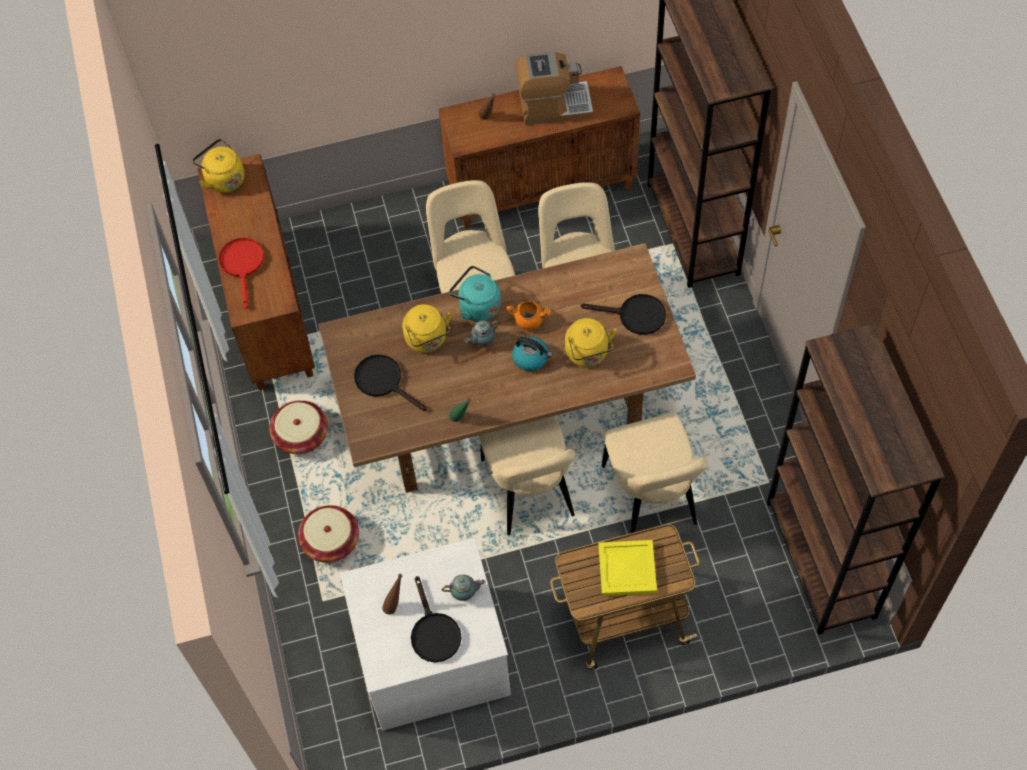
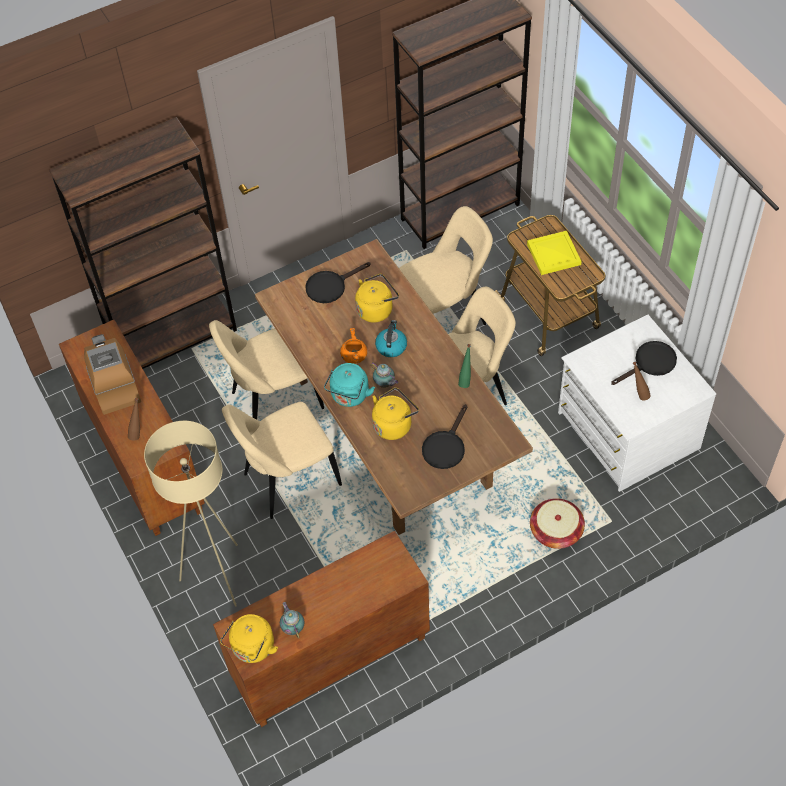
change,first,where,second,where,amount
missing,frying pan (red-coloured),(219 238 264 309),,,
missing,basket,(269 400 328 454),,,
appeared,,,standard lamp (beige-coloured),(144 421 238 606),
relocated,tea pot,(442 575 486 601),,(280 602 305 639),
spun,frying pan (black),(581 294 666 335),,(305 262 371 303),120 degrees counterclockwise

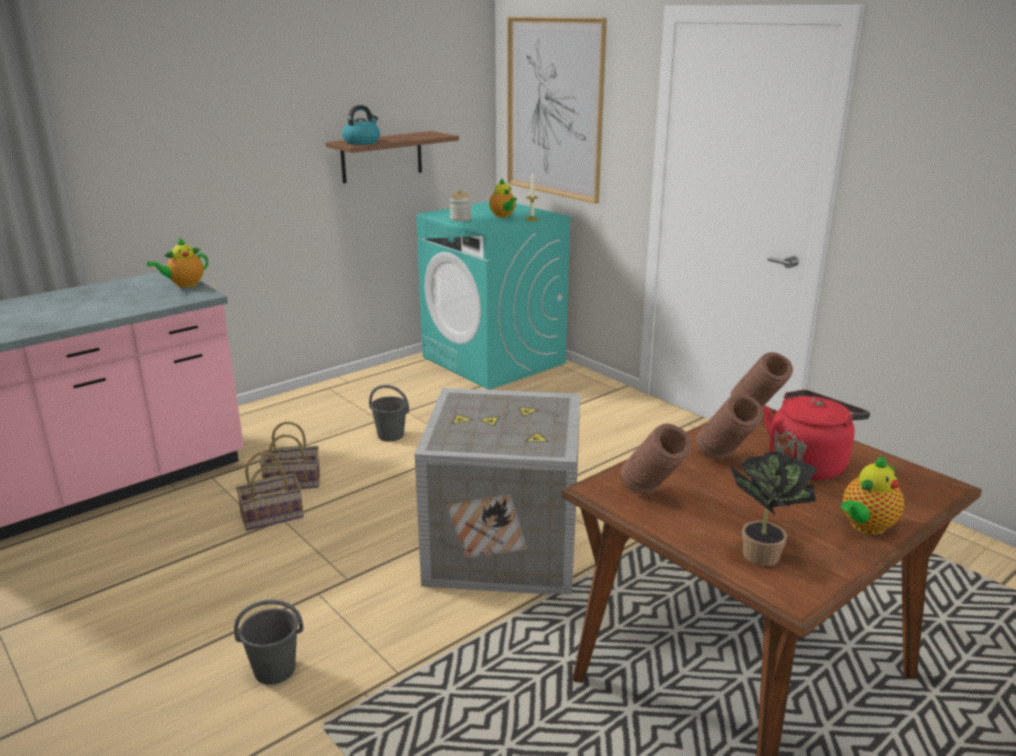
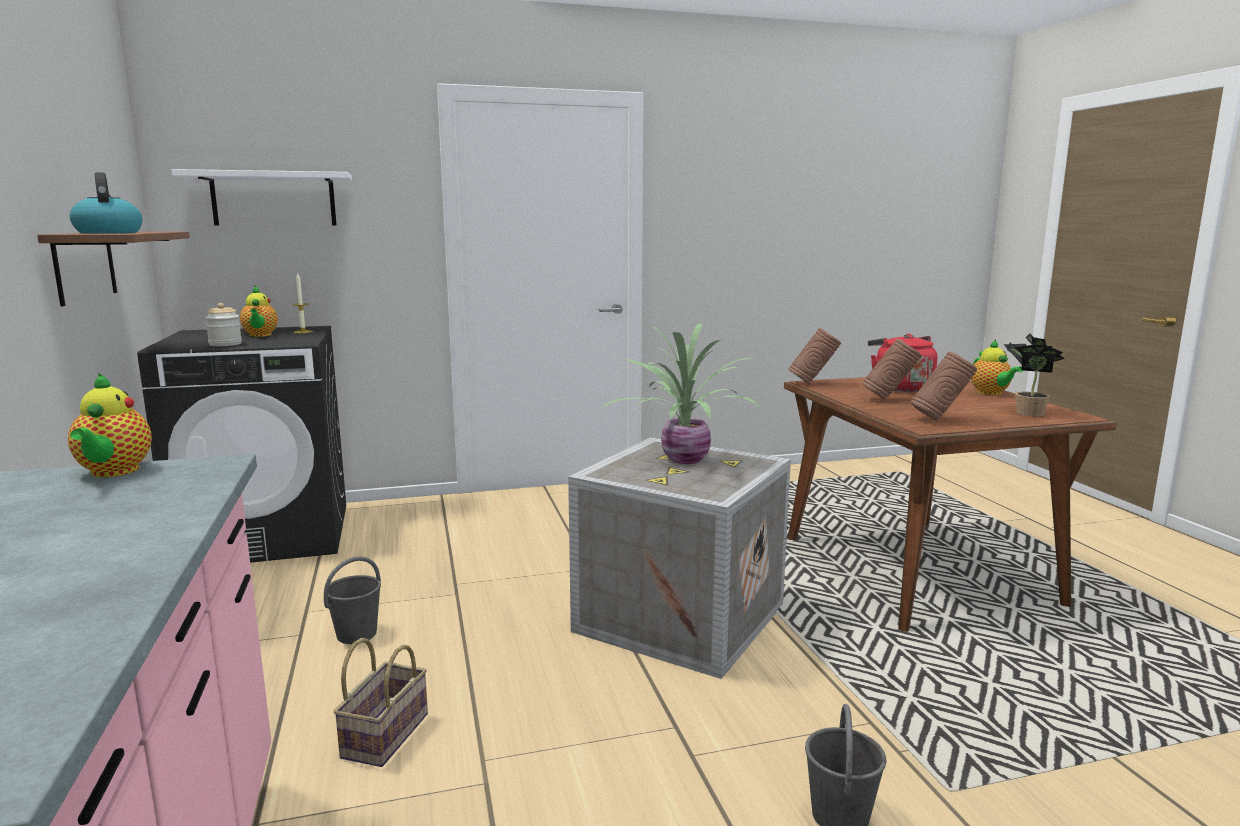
change,first,where,second,where,amount
missing,basket,(236 452 304 531),,,
appeared,,,potted plant,(600 323 761 464),
exchanged,wall art,(507 17 607 204),bracket shelf (white),(172 169 352 226),
colour,laundry appliance (turquoise),(416 201 573 390),laundry appliance (black),(137 326 346 563),
spun,tea pot,(489 178 517 218),,(240 286 278 337),75 degrees clockwise

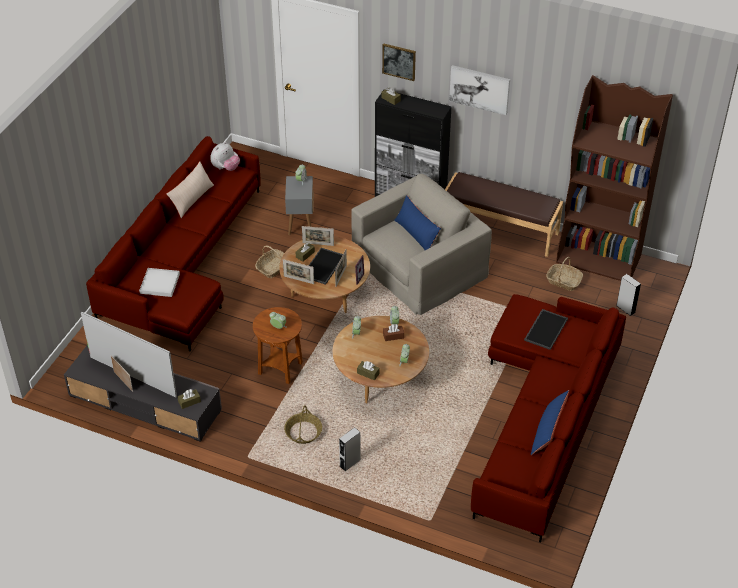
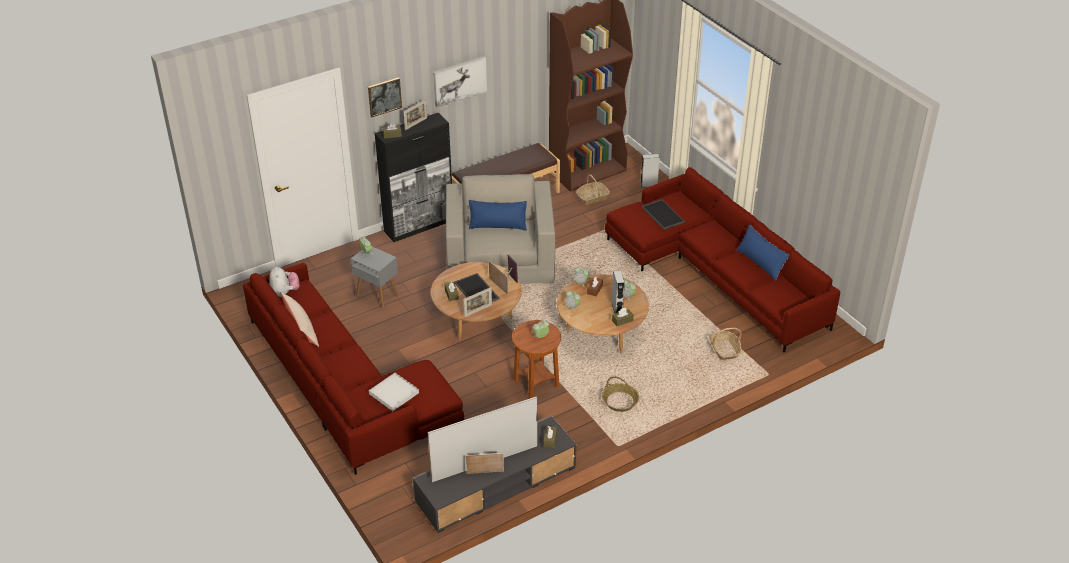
change,first,where,second,where,amount
relocated,basket,(255 245 284 278),,(709 328 742 360),
relocated,picture frame,(302 226 334 246),,(404 99 427 130),
relocated,audio speaker (grey),(339 427 361 471),,(611 270 625 314),

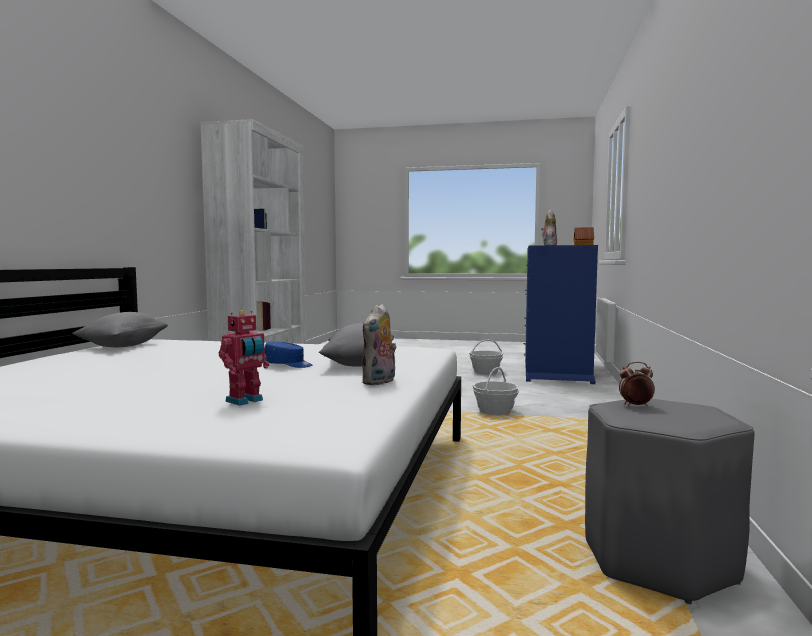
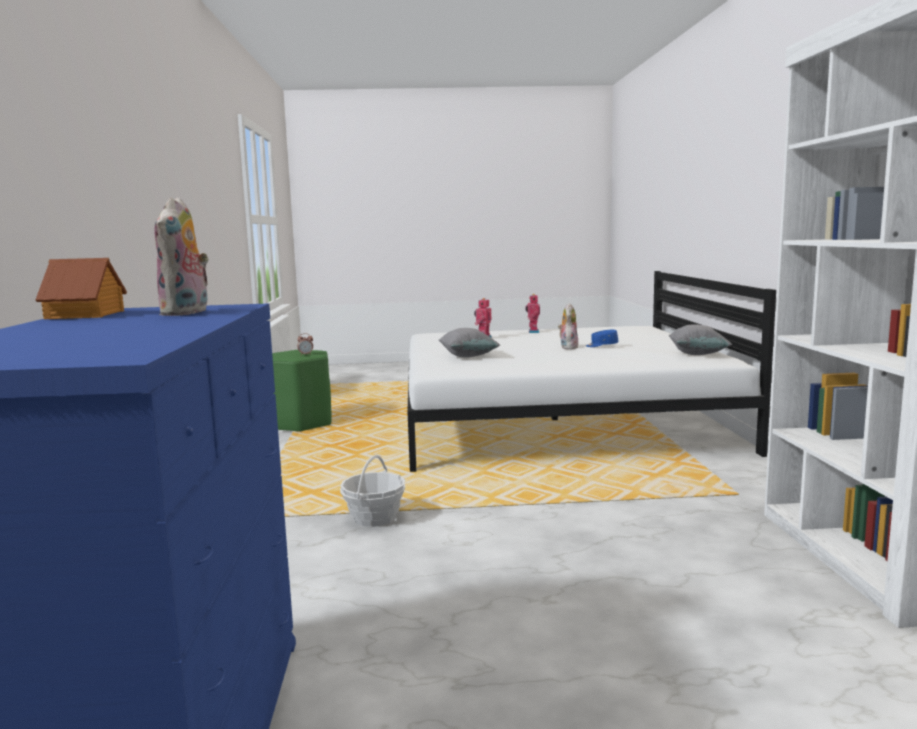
change,first,where,second,where,amount
missing,basket,(469 339 503 375),,,
appeared,,,toy robot,(525 294 540 333),
relocated,cap (blue-coloured),(264 341 312 368),,(586 330 618 347),
relocated,soft toy,(361 304 397 385),,(558 303 578 349),
colour,sitting stool (grey),(585 399 755 604),sitting stool (greenish),(272 350 331 432),

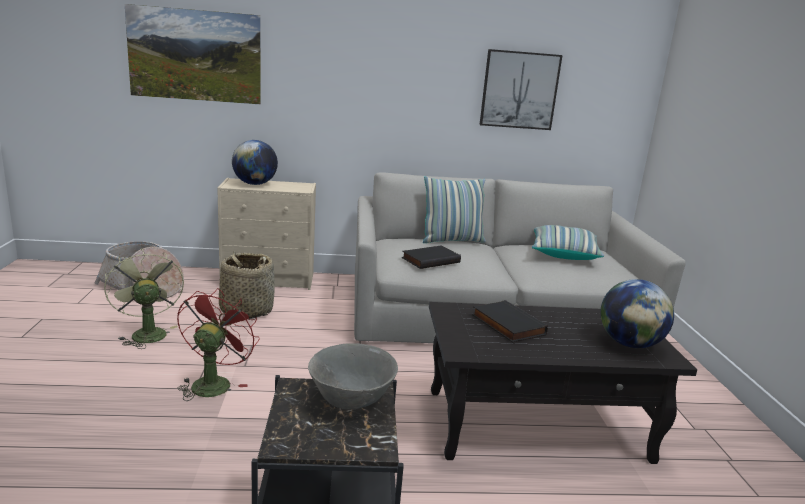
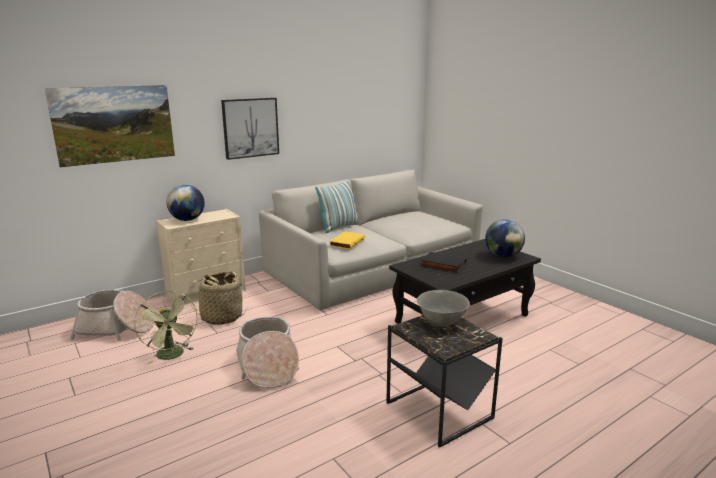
change,first,where,second,where,amount
missing,throw pillow,(532 225 604 260),,,
relocated,wall art,(480 49 563 130),,(221 98 279 160),
exchanged,electric fan (red-coloured),(177 288 260 401),basket,(236 317 299 388),
colour,book (black),(402 245 461 269),book (yellowish),(329 231 365 250),
spun,electric fan (greenish),(104 249 184 349),,(134 291 199 364),150 degrees counterclockwise

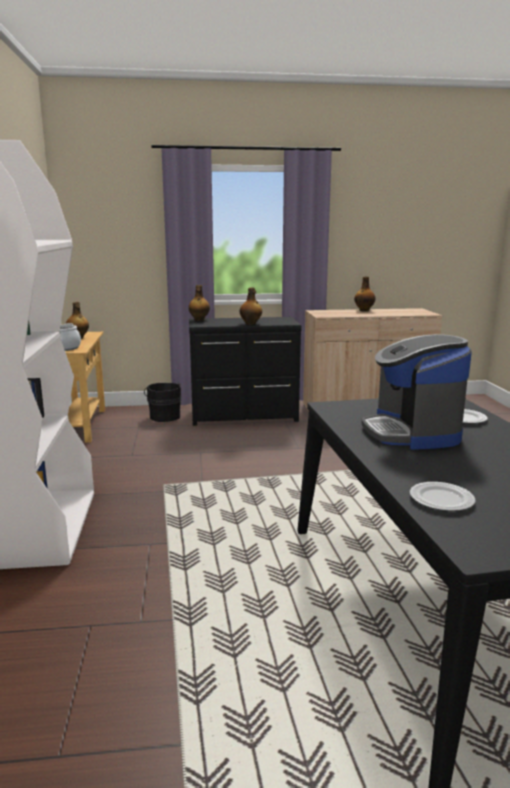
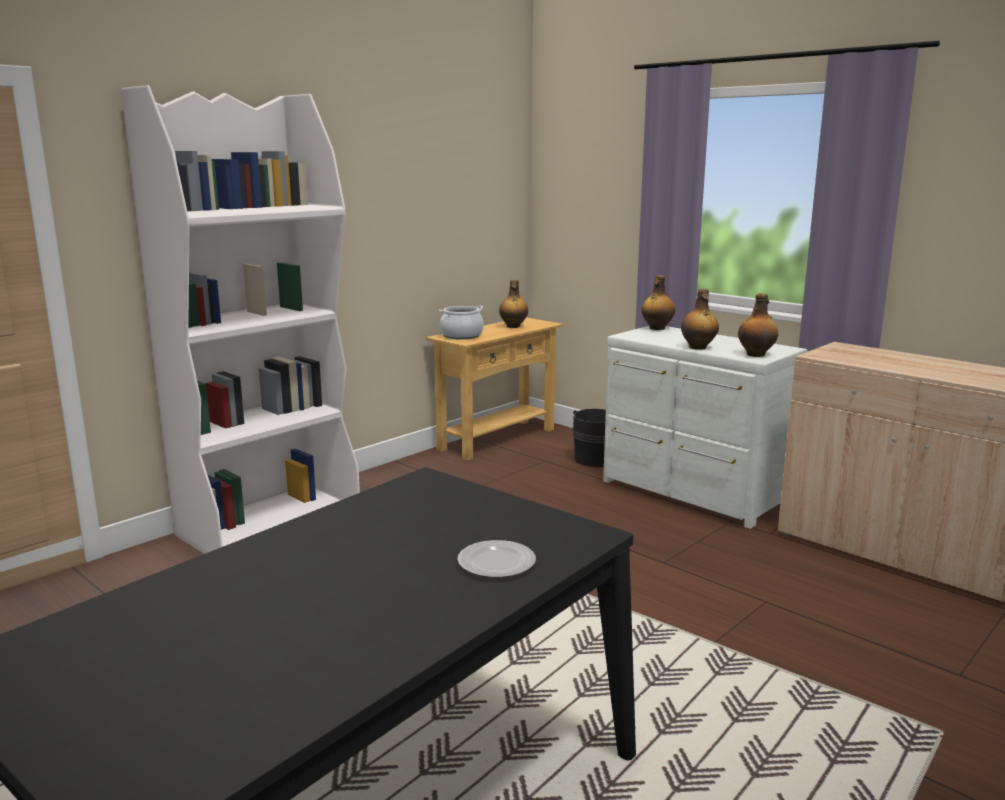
change,first,where,second,where,amount
missing,coffee maker,(362 334 472 450),,,
missing,dinner plate,(410 482 476 511),,,
relocated,drink bottle,(354 277 376 311),,(738 293 778 357),
colour,drawer chest (black),(189 317 302 426),drawer chest (white),(603 326 807 529),

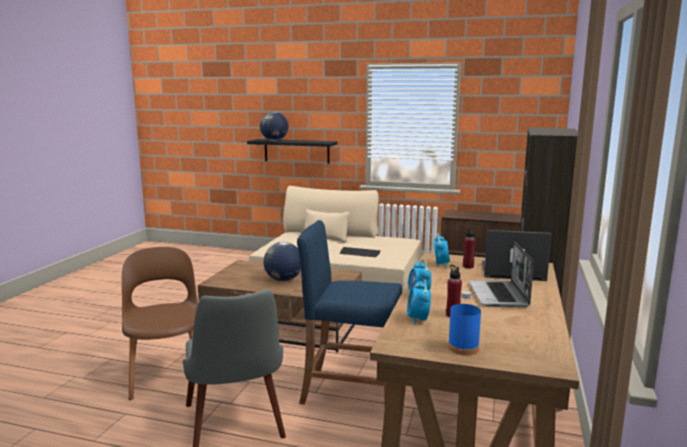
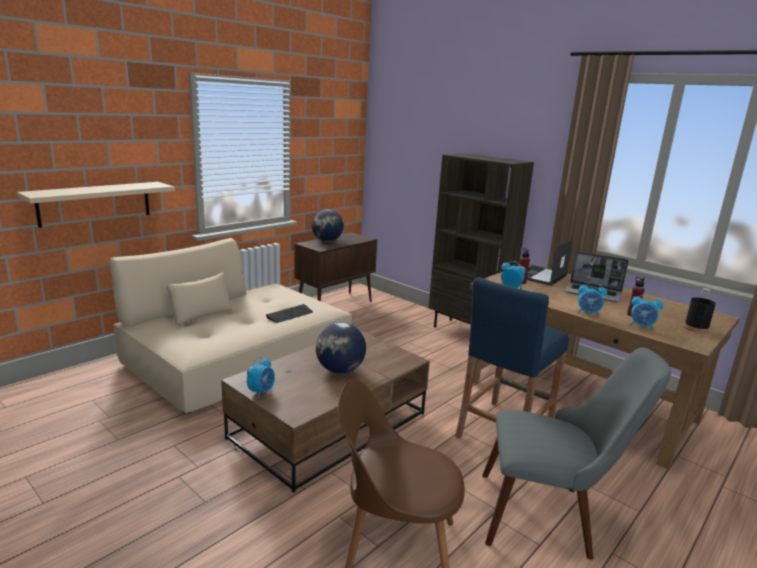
change,first,where,second,where,amount
appeared,,,alarm clock,(247 357 275 398),
relocated,world globe,(260 112 288 141),,(312 209 344 242),
colour,bracket shelf (black),(247 139 337 164),bracket shelf (beige-coloured),(17 182 175 228),
colour,drink bottle (blue-coloured),(448 291 481 355),drink bottle (black),(684 288 716 333),

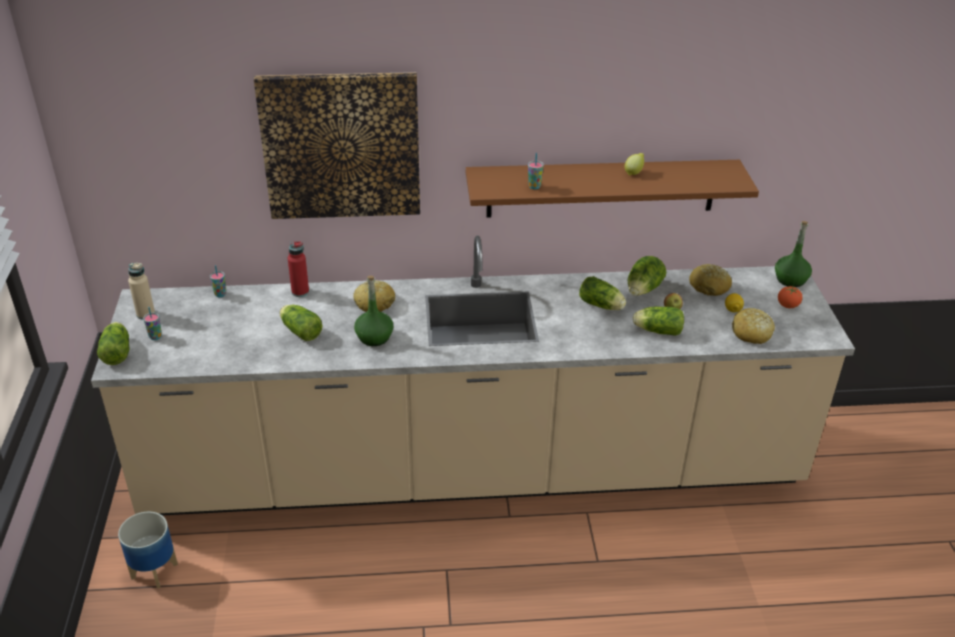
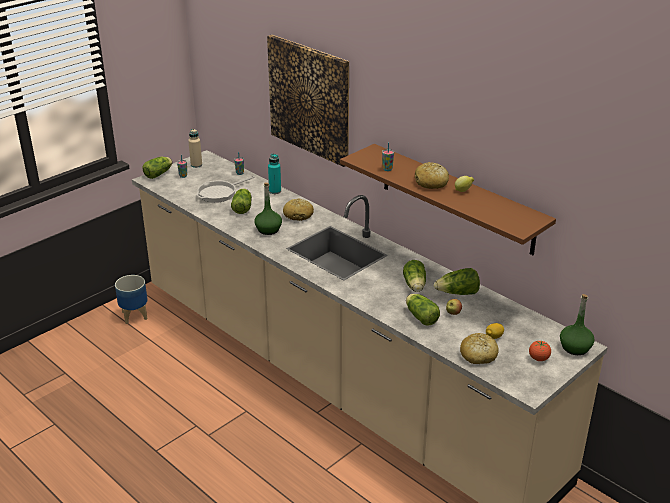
change,first,where,second,where,amount
appeared,,,frying pan,(196 176 255 203),
relocated,bakery bread,(689 264 732 296),,(415 162 449 189),
colour,drink bottle (red-coloured),(288 241 309 297),drink bottle (turquoise),(268 154 281 194),

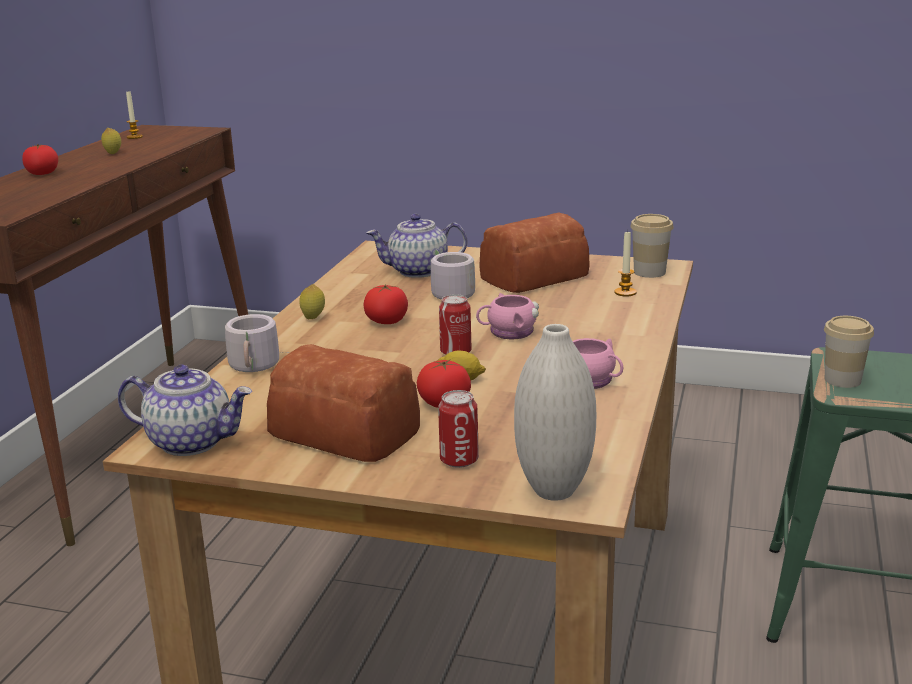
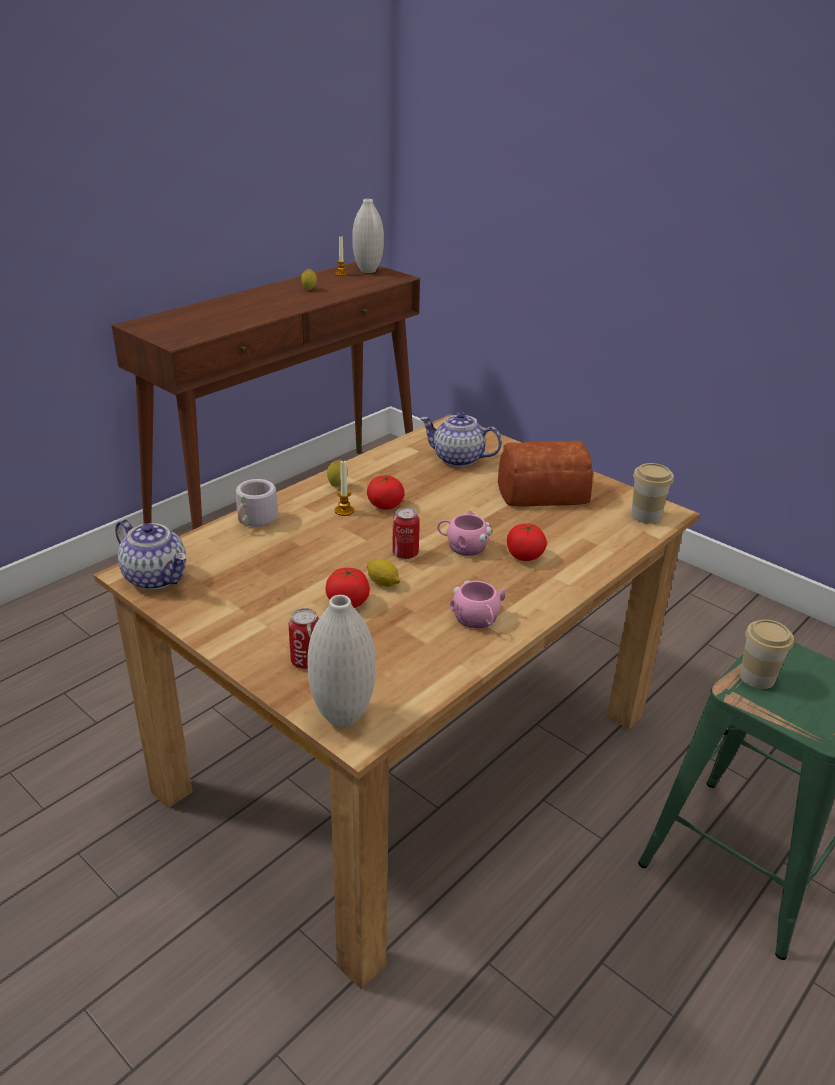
change,first,where,second,where,amount
missing,bakery bread,(267 344 420 462),,,
missing,tea mug (grey),(431 249 475 300),,,
appeared,,,flower vase (white),(352 199 384 273),
relocated,fresh tomato,(22 144 58 175),,(507 523 547 561),
relocated,wax light,(614 230 637 297),,(335 460 354 516),

